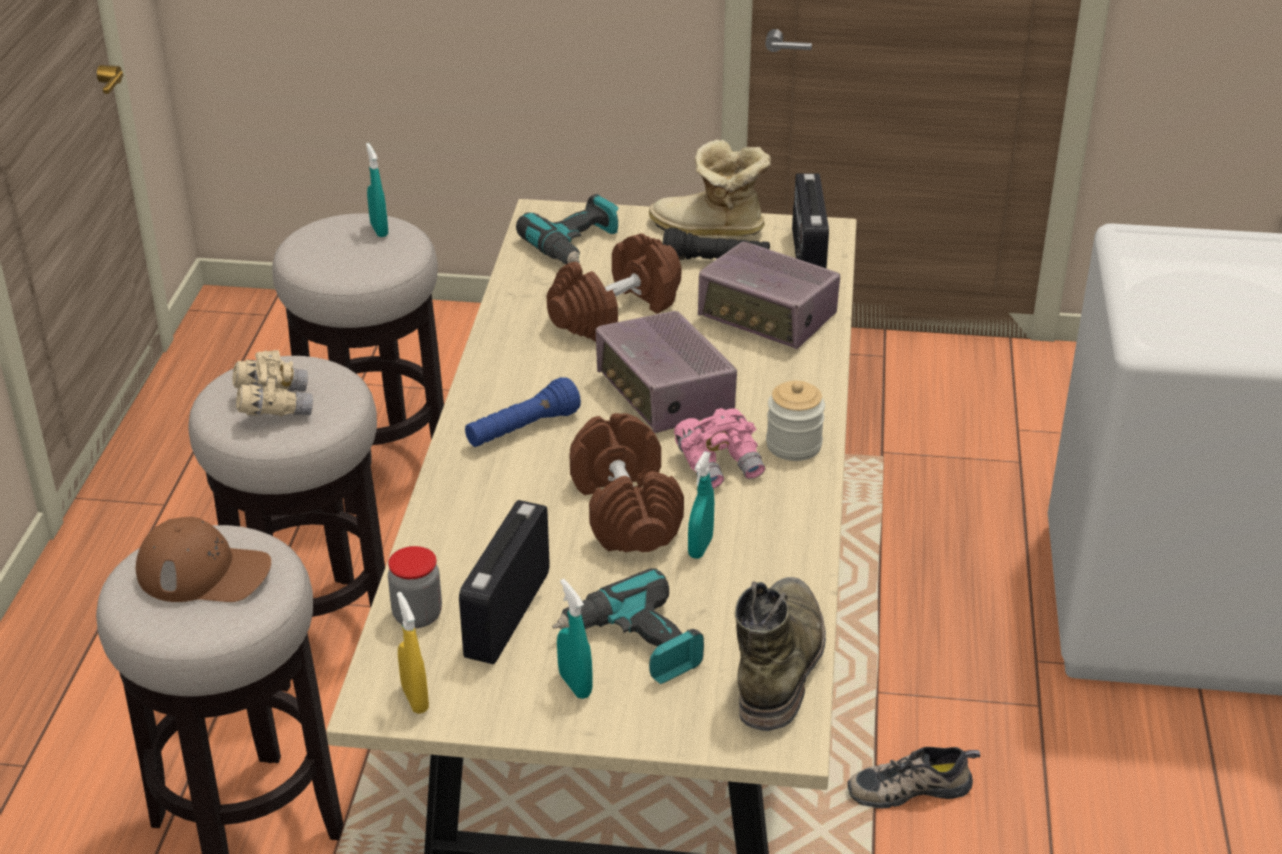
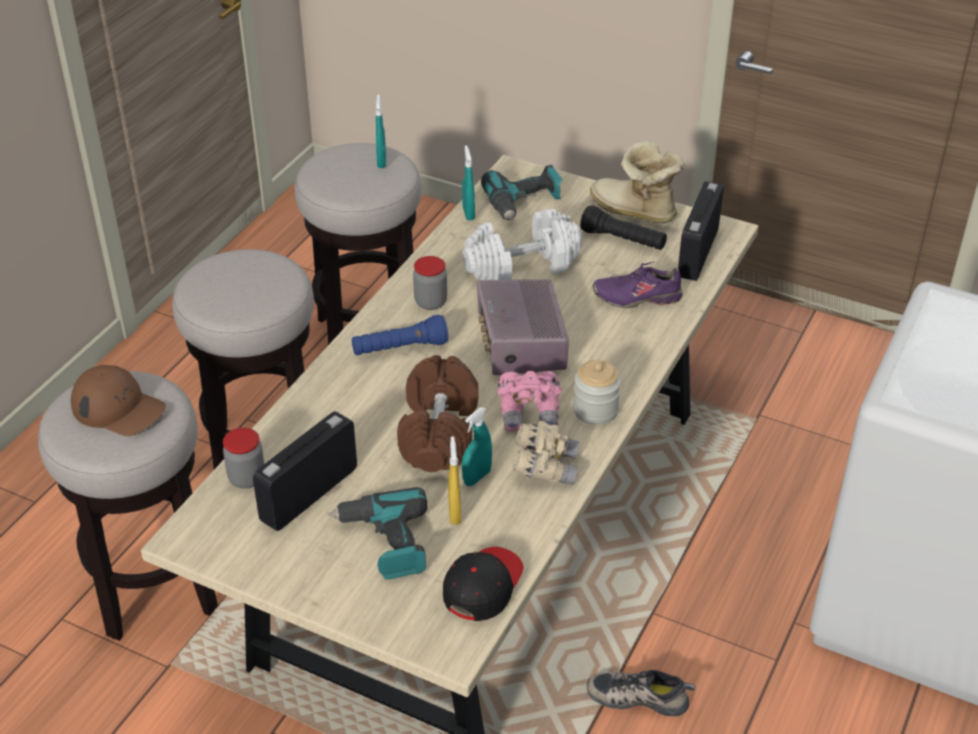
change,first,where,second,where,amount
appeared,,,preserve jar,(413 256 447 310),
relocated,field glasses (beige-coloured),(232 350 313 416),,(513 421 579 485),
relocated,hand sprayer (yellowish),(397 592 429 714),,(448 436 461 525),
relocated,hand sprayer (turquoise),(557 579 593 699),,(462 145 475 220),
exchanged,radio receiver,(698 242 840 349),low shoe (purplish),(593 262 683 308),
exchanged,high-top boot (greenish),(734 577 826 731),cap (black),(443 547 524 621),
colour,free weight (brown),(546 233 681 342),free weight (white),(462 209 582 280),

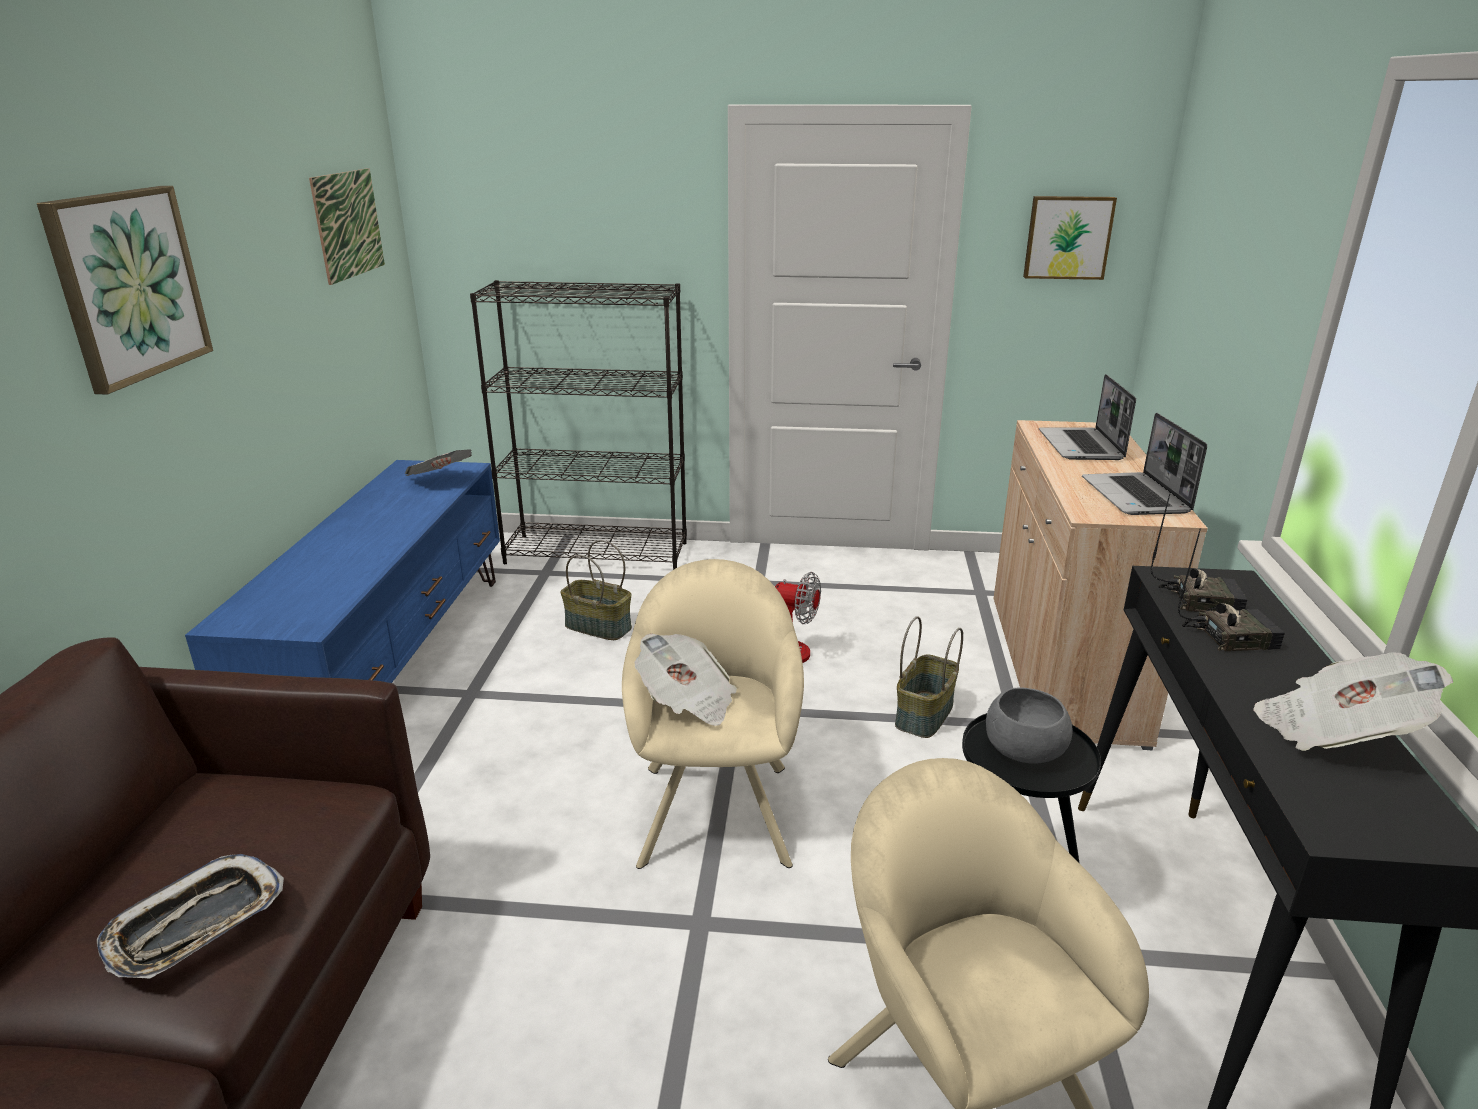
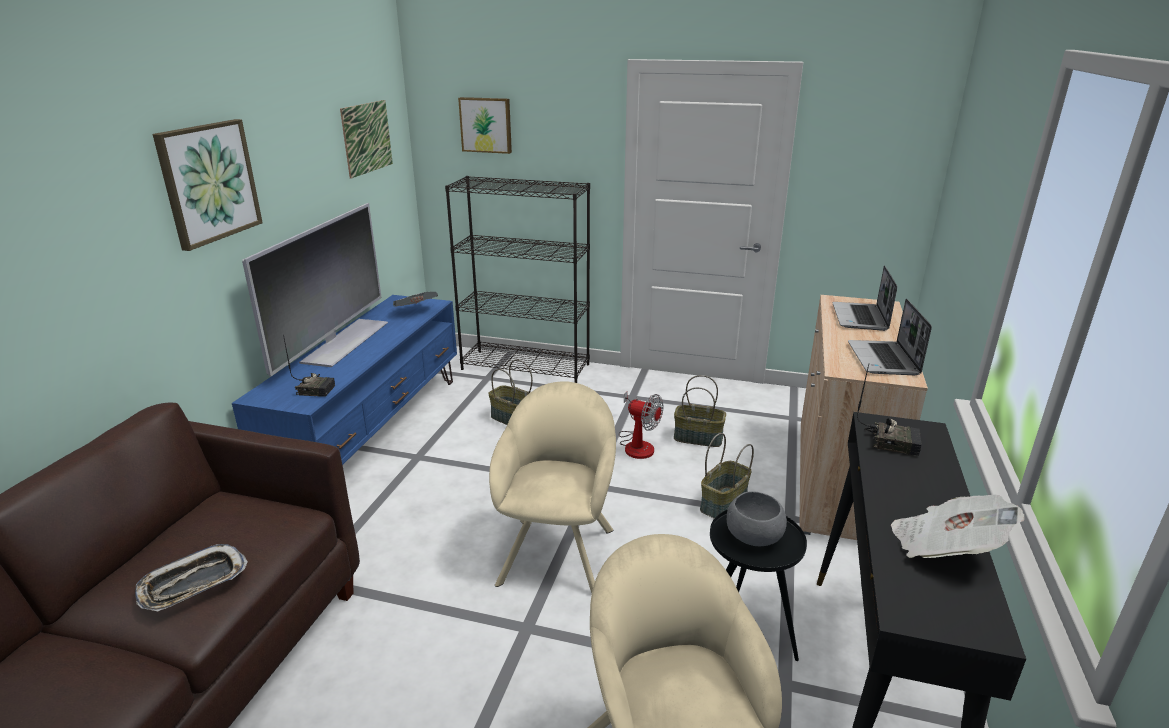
change,first,where,second,where,amount
missing,printed paper,(634 633 737 726),,,
appeared,,,TV,(242 203 388 377),
appeared,,,basket,(674 375 726 447),
relocated,wall art,(1023 196 1117 280),,(458 97 512 154),
relocated,radio receiver,(1178 528 1285 651),,(283 334 335 397),

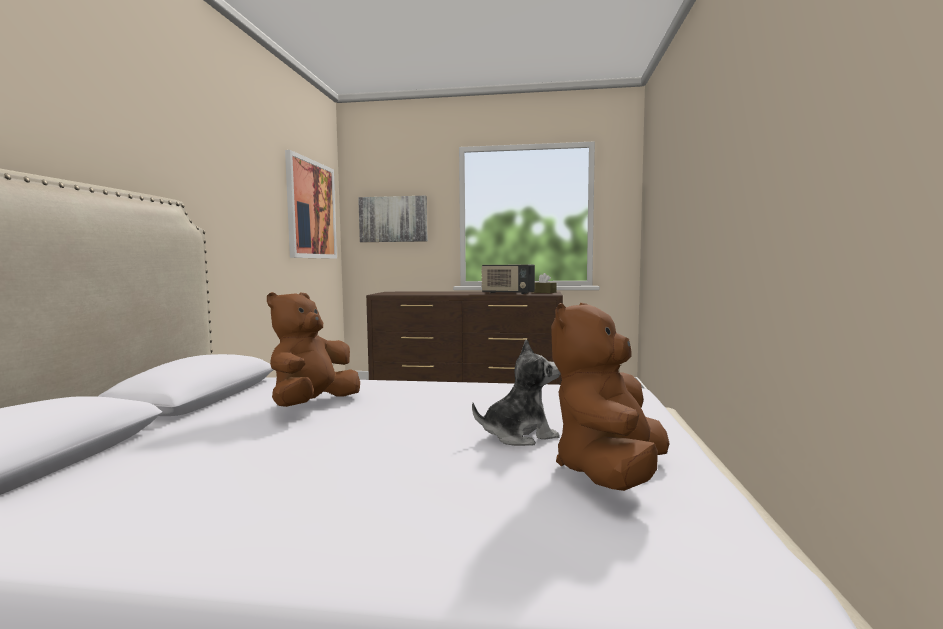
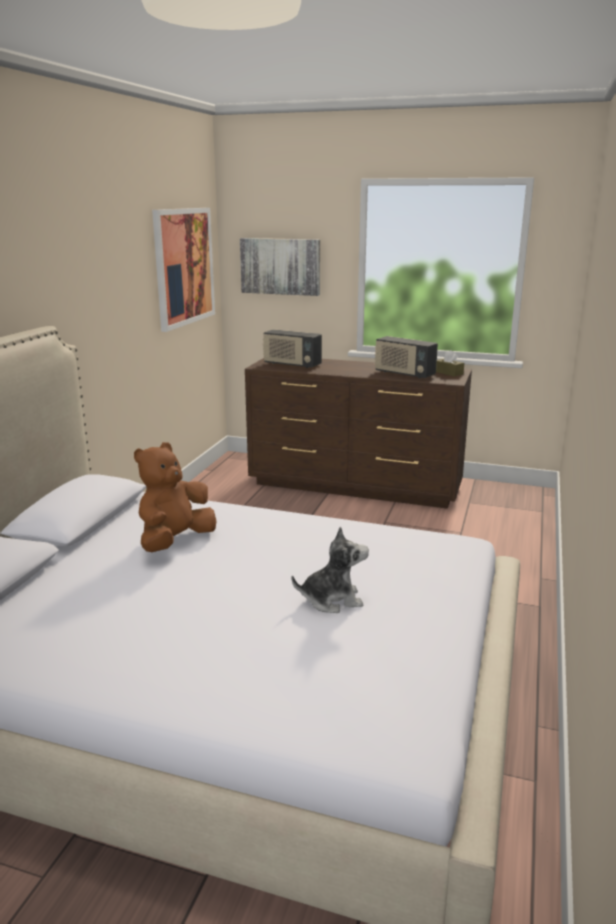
change,first,where,second,where,amount
missing,soft toy (brown),(551 302 670 491),,,
appeared,,,radio receiver,(263 329 322 368),

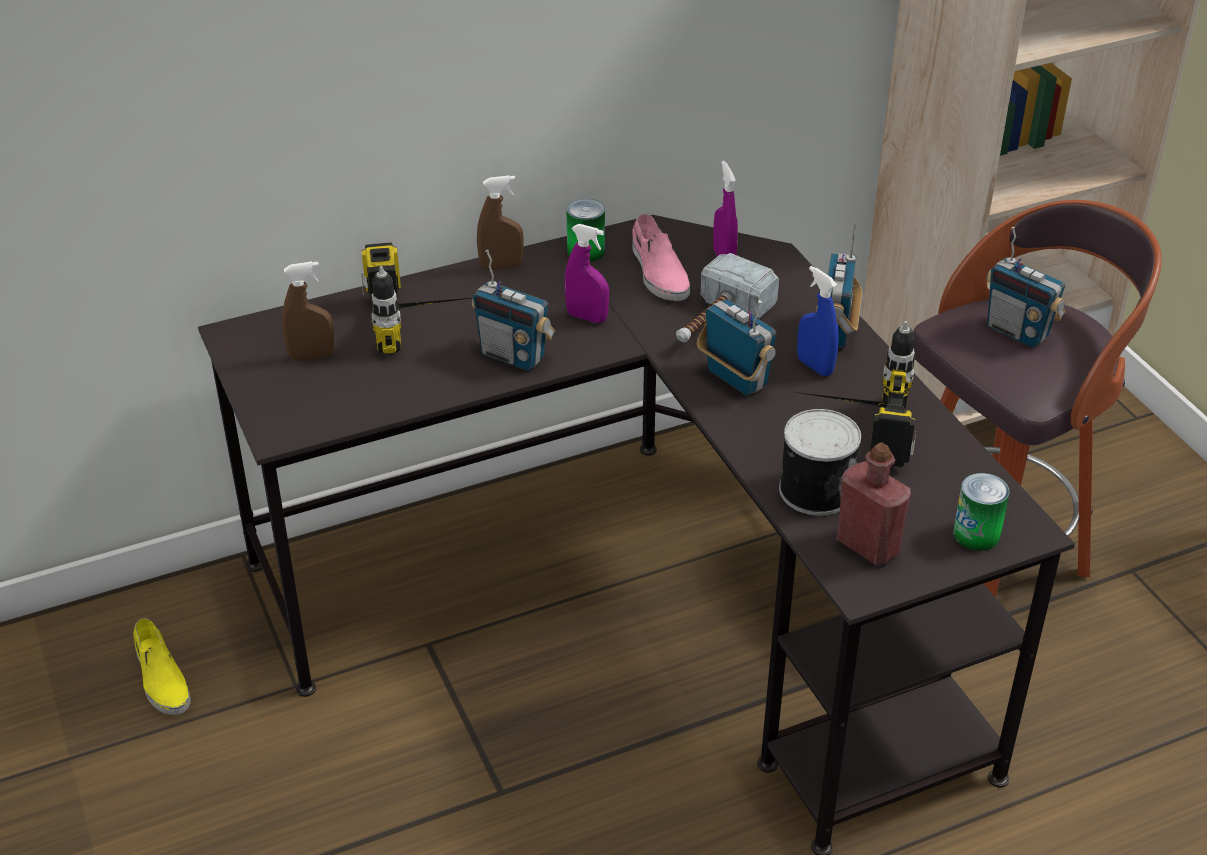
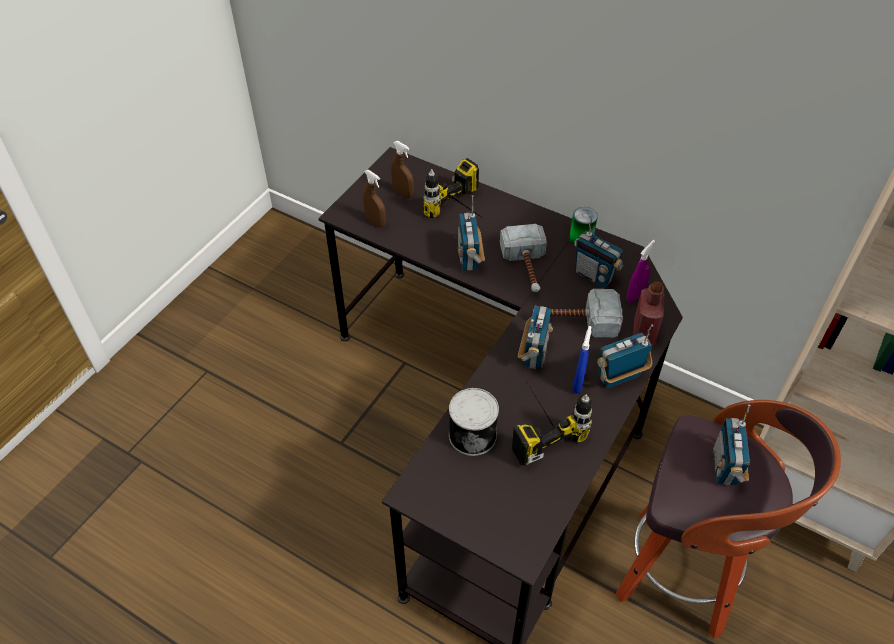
change,first,where,second,where,amount
missing,low shoe (yellowish),(133 618 191 715),,,
missing,can,(953 473 1010 551),,,
relocated,hand sprayer (brown),(477 175 524 271),,(363 170 386 228),
relocated,drink bottle (red-coloured),(836 443 911 565),,(633 281 664 346),
exchanged,hand sprayer (purplish),(564 224 609 323),tool hammer,(500 224 547 292),
exchanged,low shoe (pinkish),(632 214 690 301),radio receiver,(574 215 624 288),

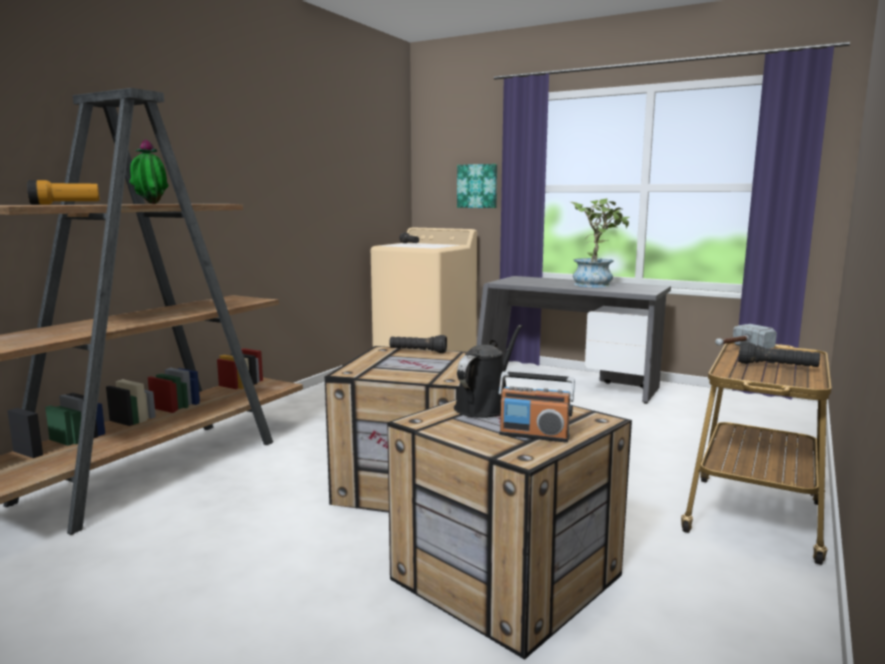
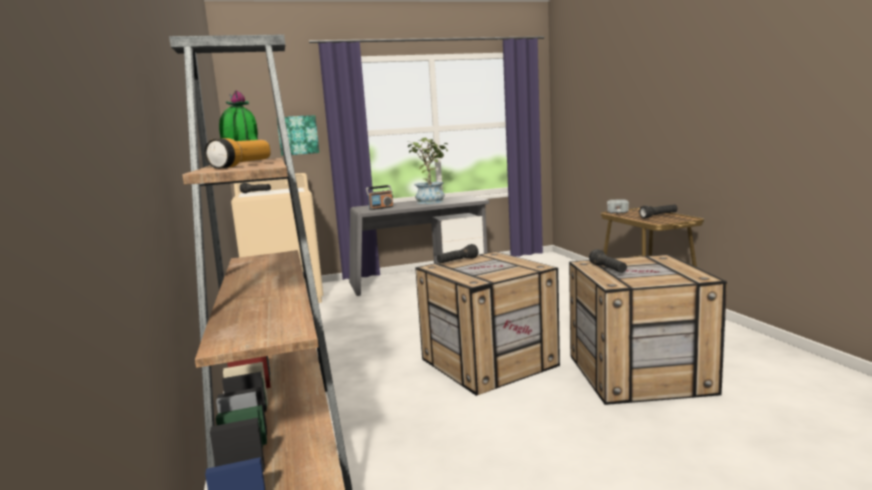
change,first,where,second,where,amount
relocated,radio receiver,(498 371 575 442),,(366 185 394 210),
exchanged,watering pot (black),(454 325 522 418),flashlight (black),(589 249 627 273),

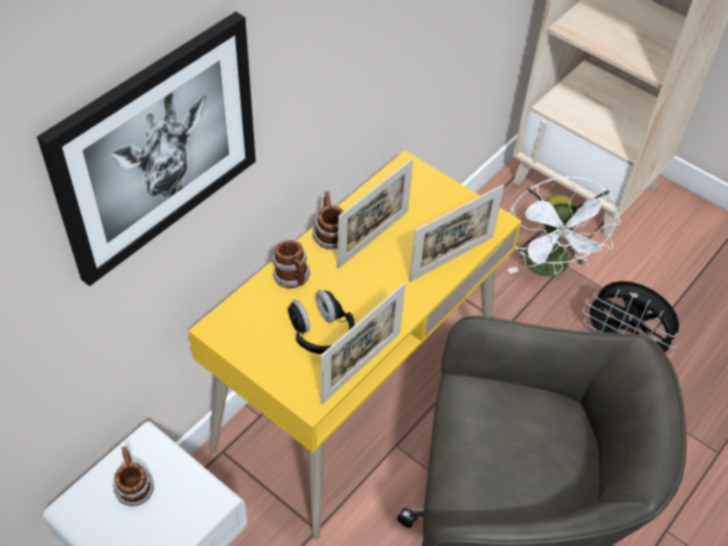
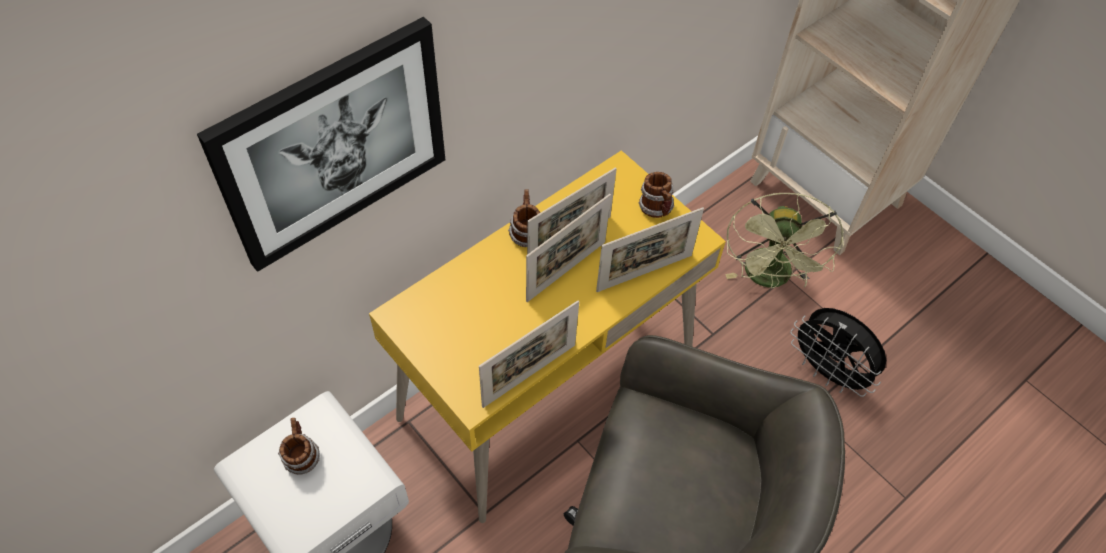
change,first,where,second,where,amount
missing,headphones (black),(288 290 355 354),,,
appeared,,,picture frame,(526 194 611 302),
relocated,tea mug,(272 240 310 288),,(638 172 674 218),
colour,electric fan (white),(507 176 620 276),electric fan (greenish),(725 193 844 289),

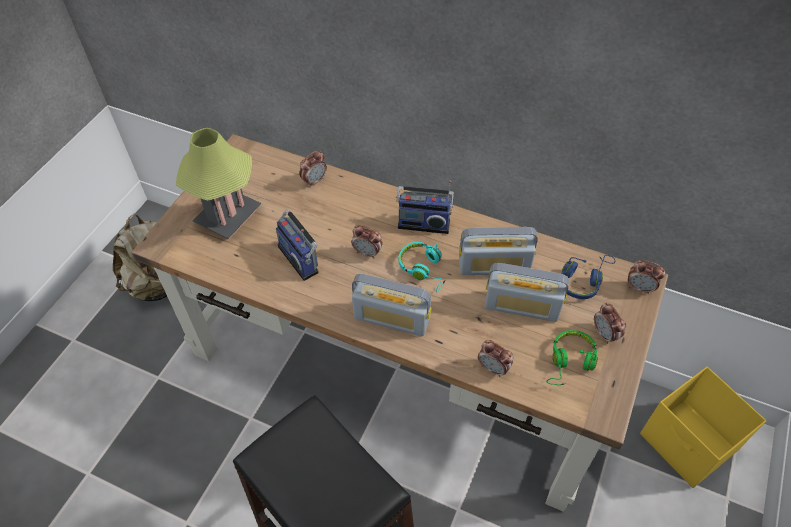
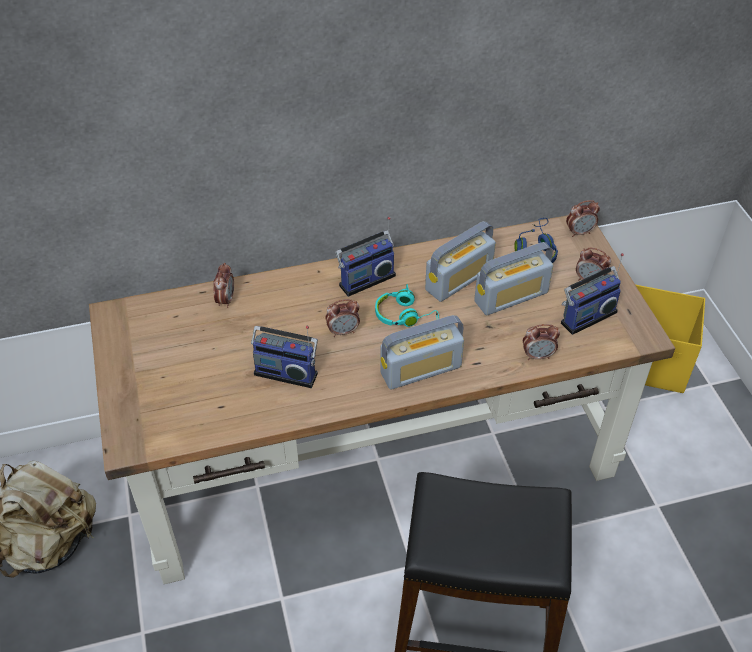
change,first,where,second,where,amount
missing,table lamp,(176 128 261 239),,,
exchanged,headphones (greenish),(547 330 598 385),radio receiver,(561 253 624 335),

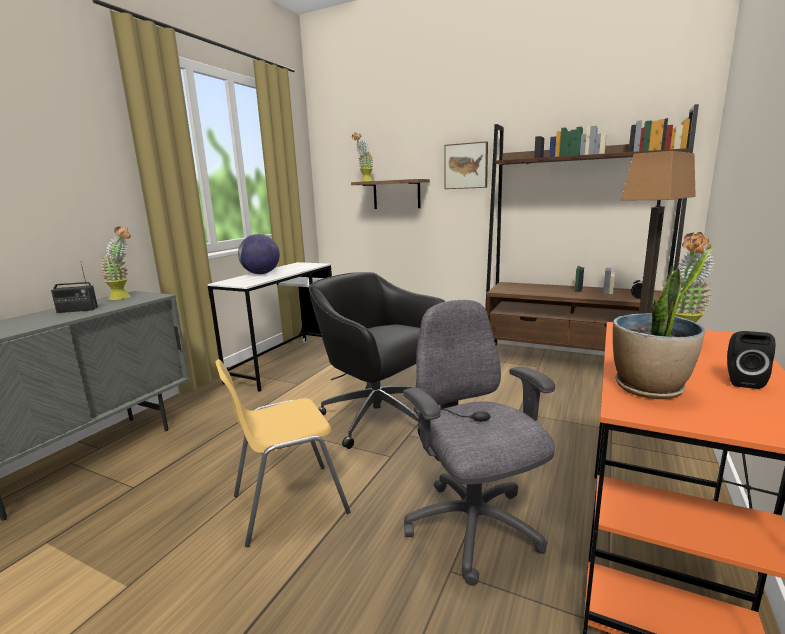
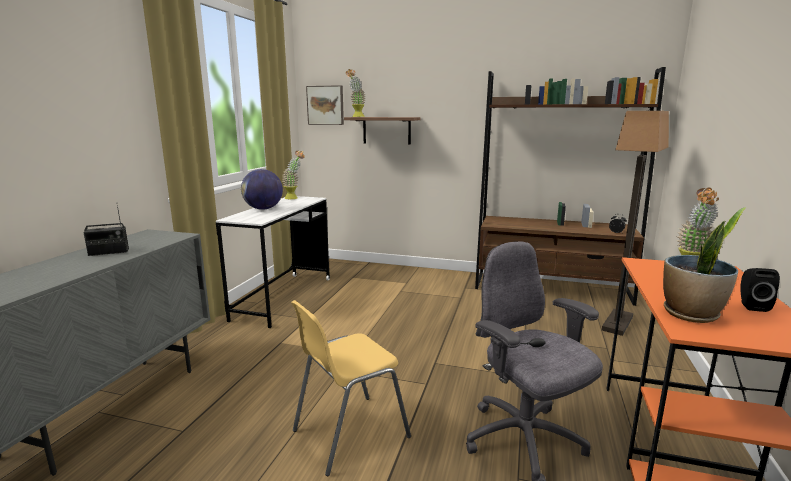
change,first,where,second,where,amount
missing,desk chair (black),(309 272 446 449),,,
relocated,potted plant,(100 226 131 300),,(282 151 305 199),
relocated,wall art,(444 141 488 189),,(306 85 344 125),

